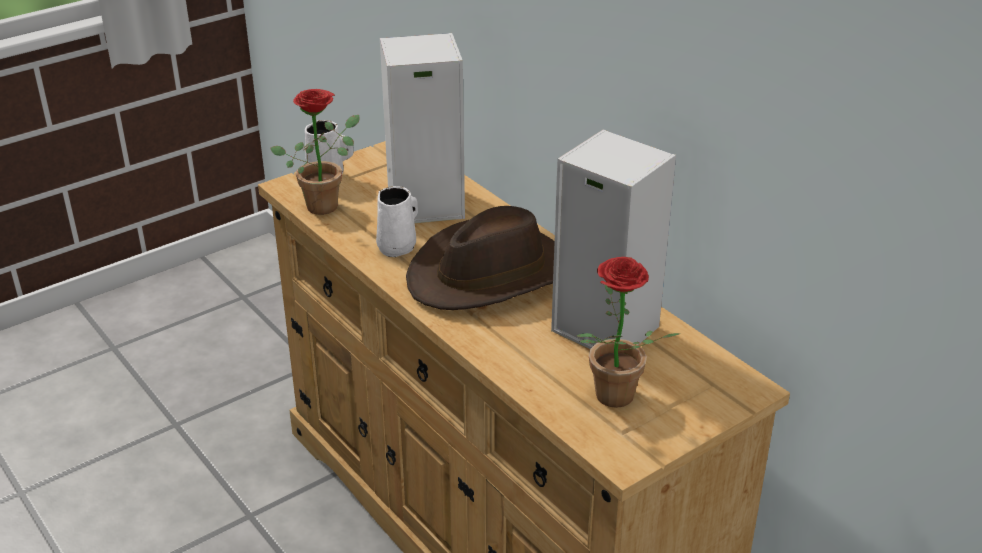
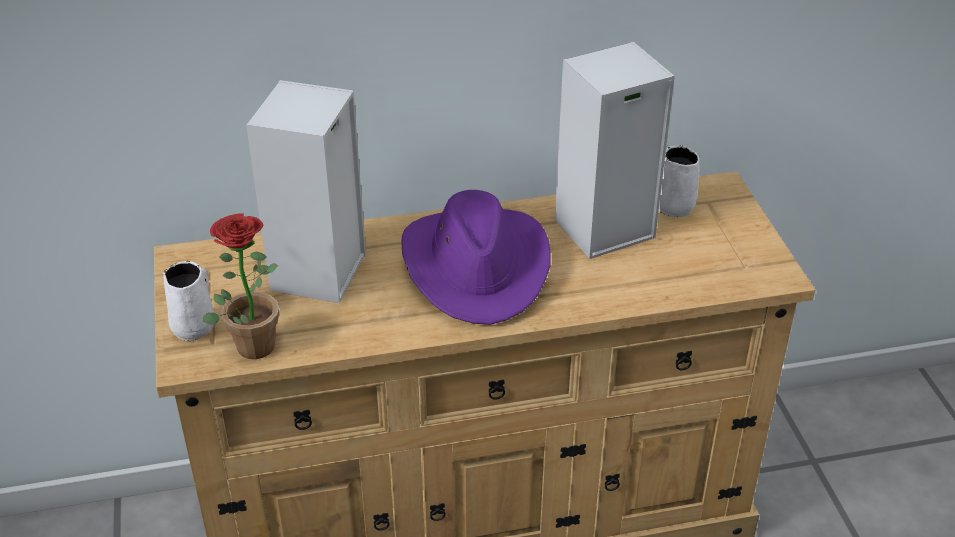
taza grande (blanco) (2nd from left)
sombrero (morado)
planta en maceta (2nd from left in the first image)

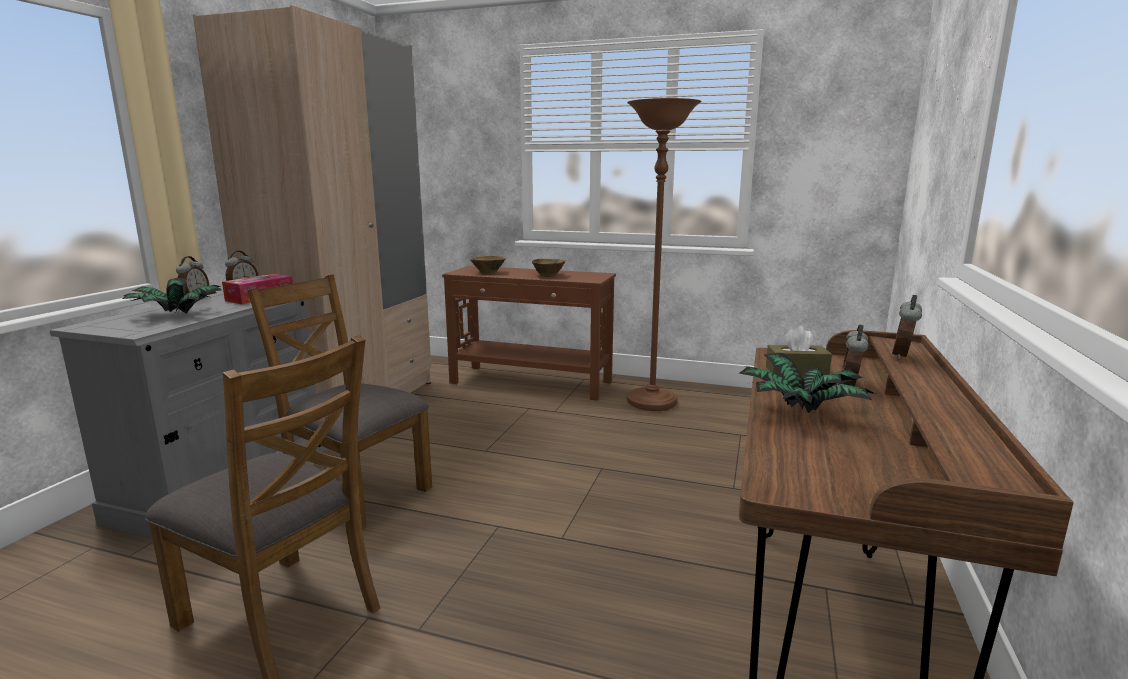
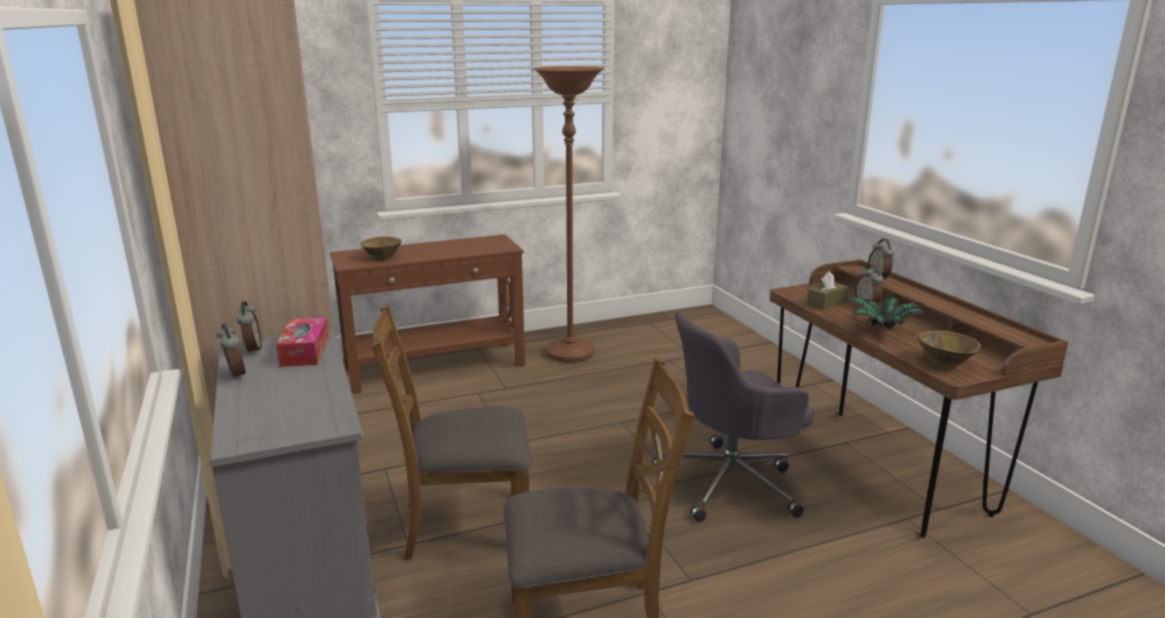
planta en maceta (1st from left in the first image)
cuenco (marrón) (2nd from left)
silla de oficina (gris)

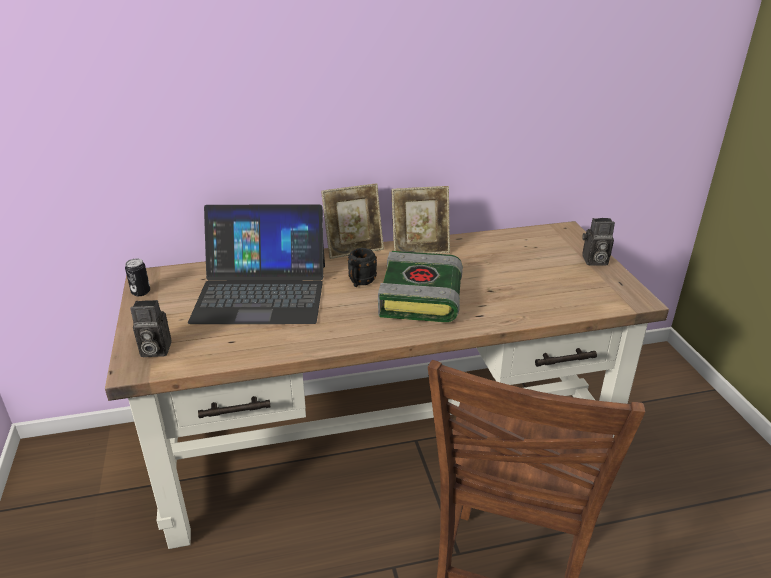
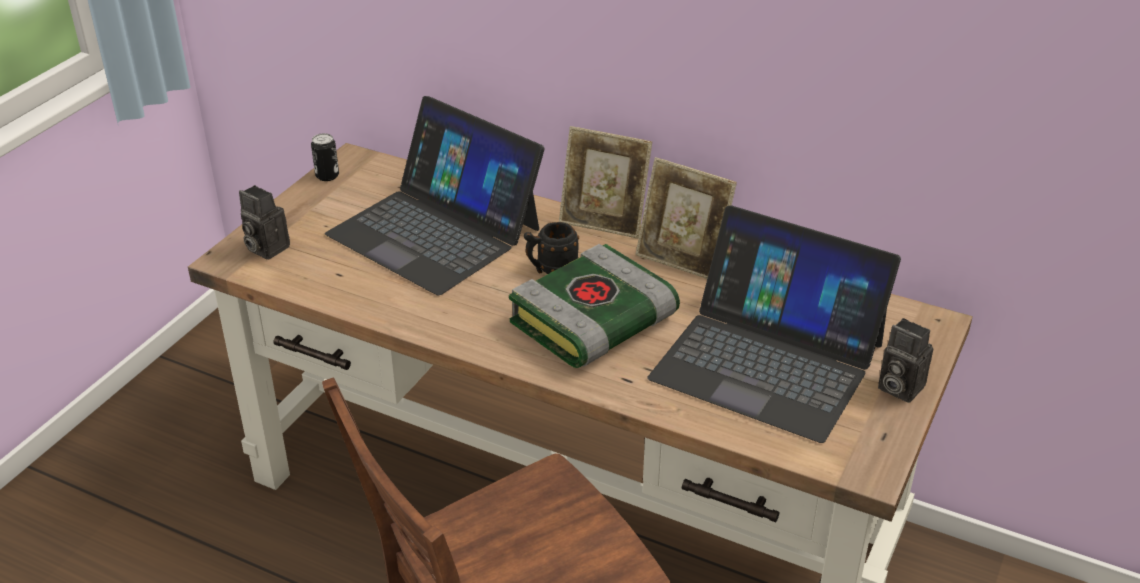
portátil (2nd from left)

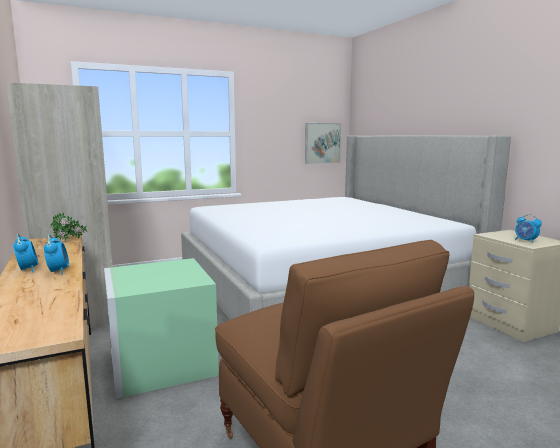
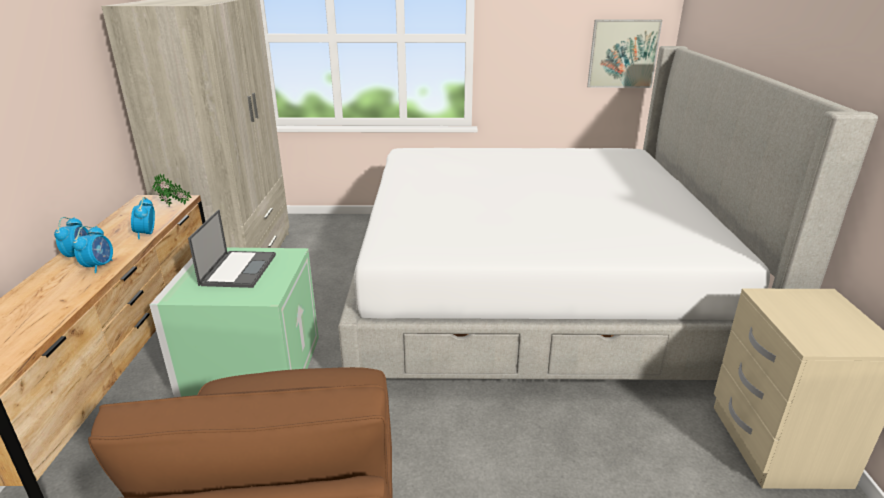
despertador (3rd from left)
portátil

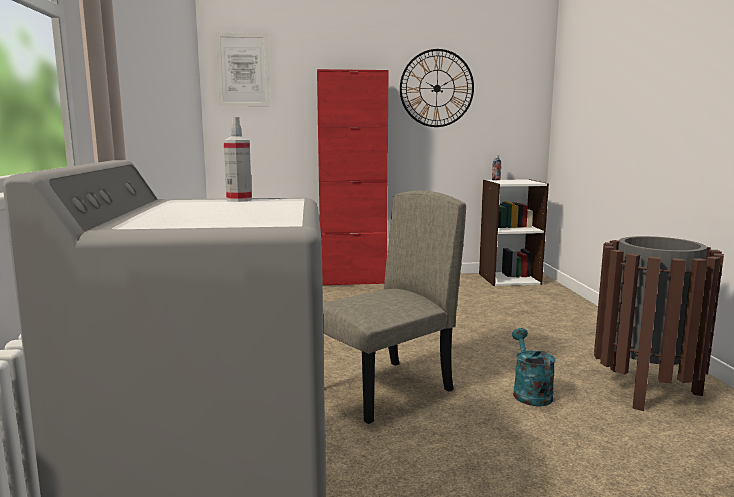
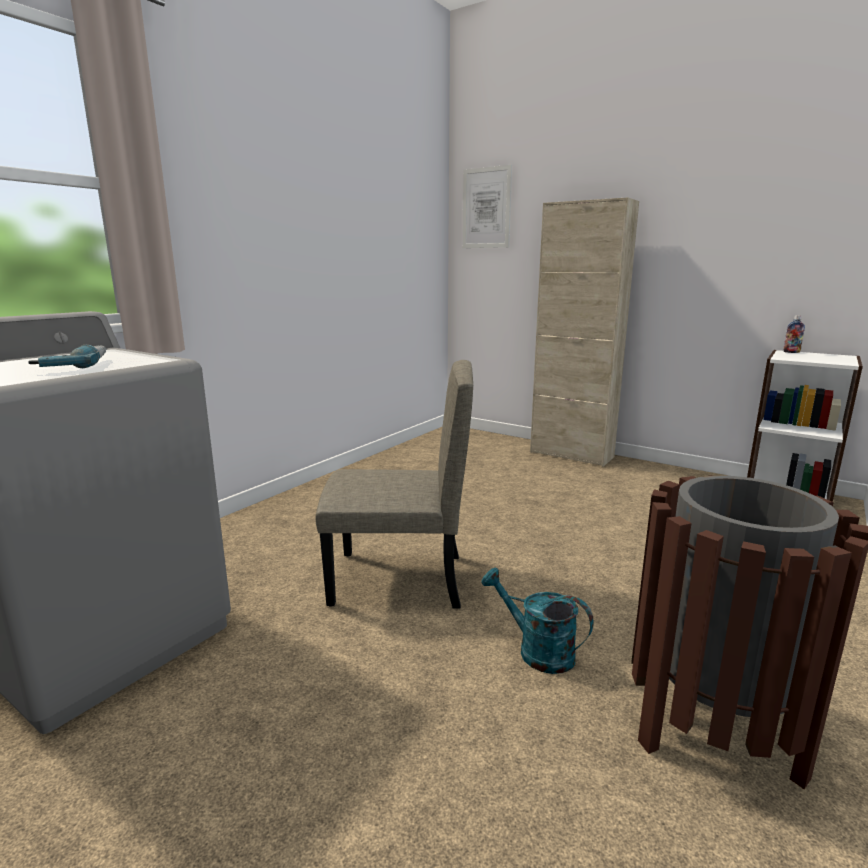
pulverizador
armario (beis)
reloj de pared
regadera (turquesa)
taladro

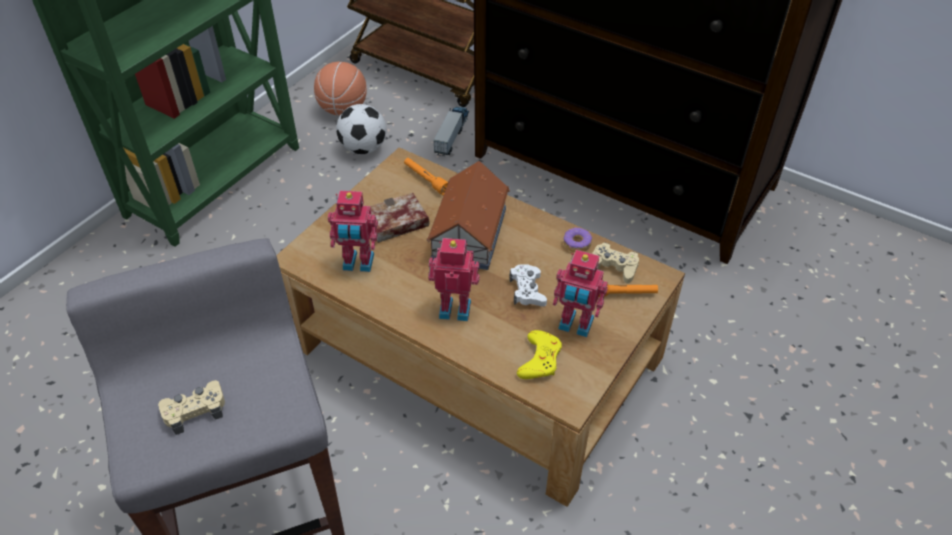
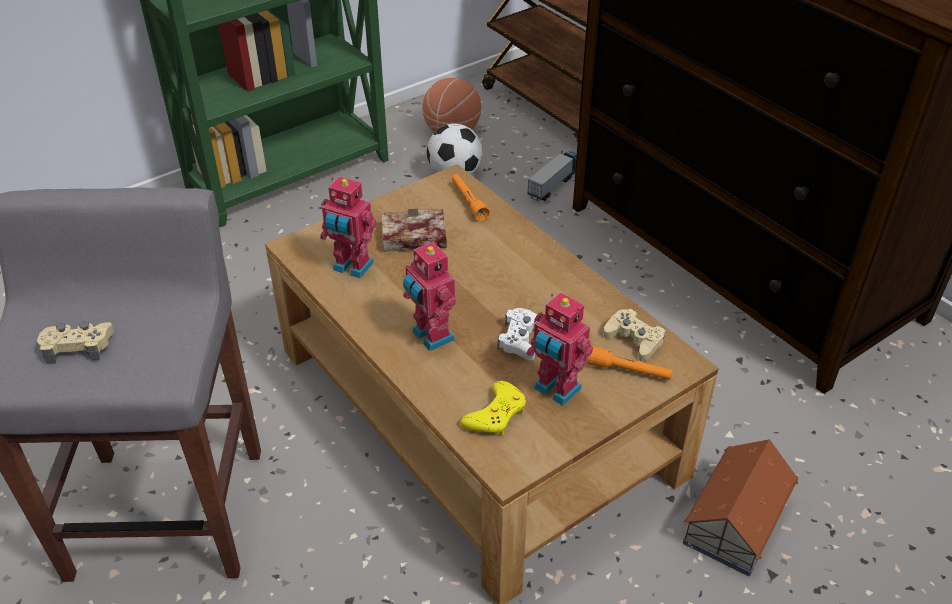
casita
robot de juguete (2nd from left)
rosquilla

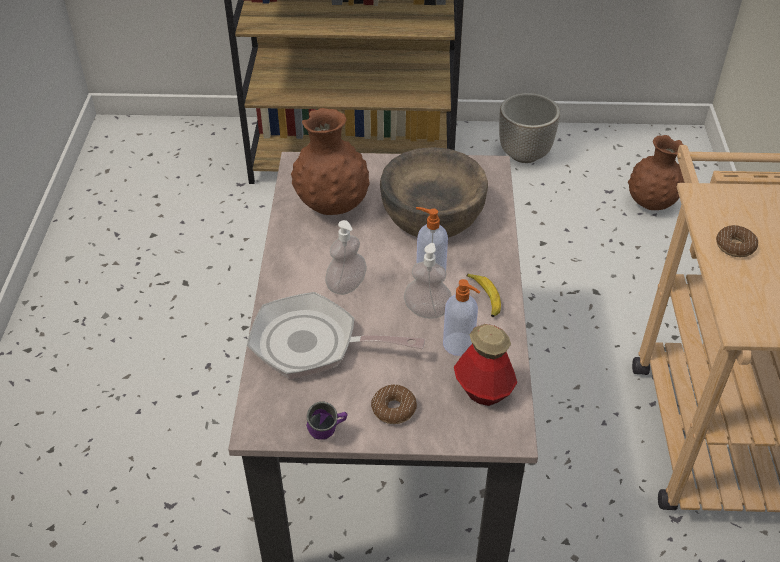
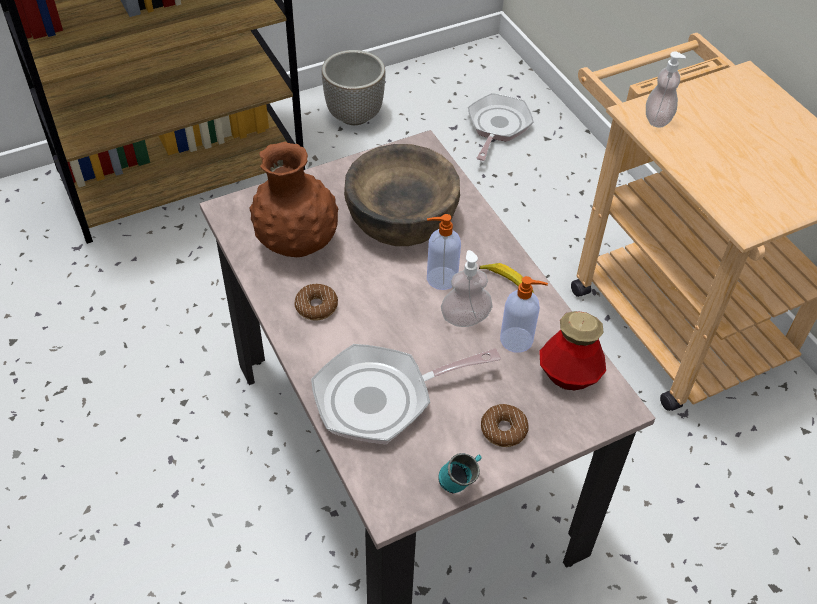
taza grande (turquesa)
dispensador de jabón (4th from left)
sartén (2nd from left)
rosquilla (1st from left)

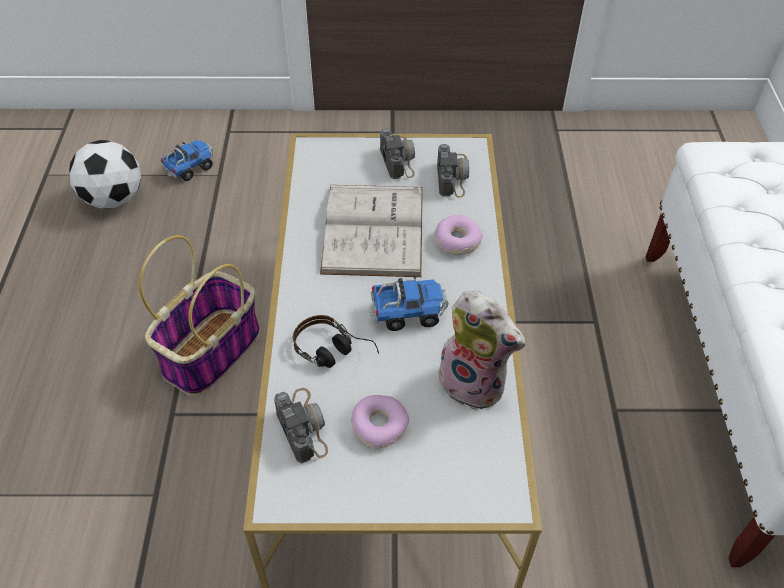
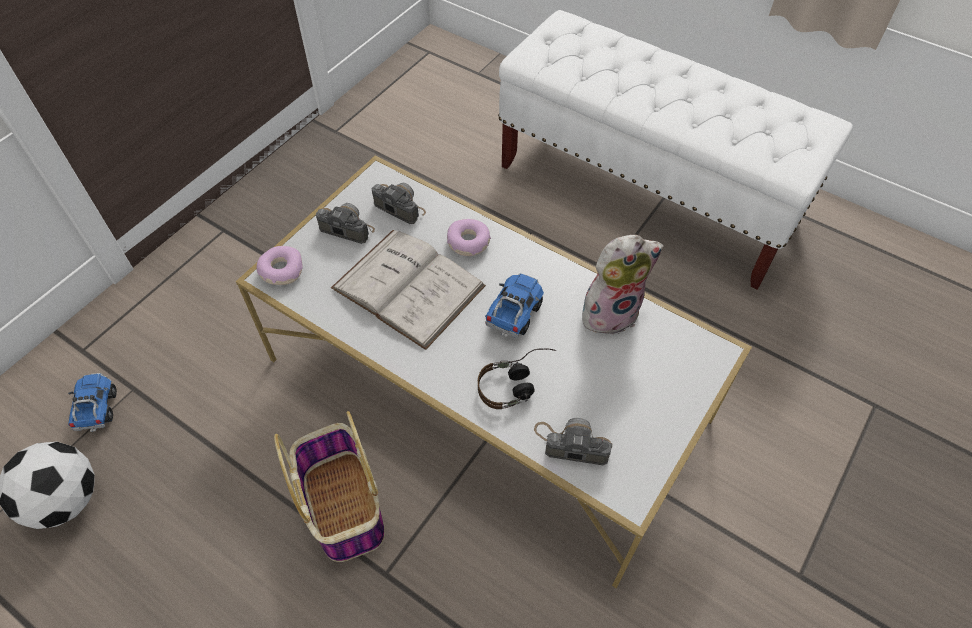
rosquilla (1st from left)

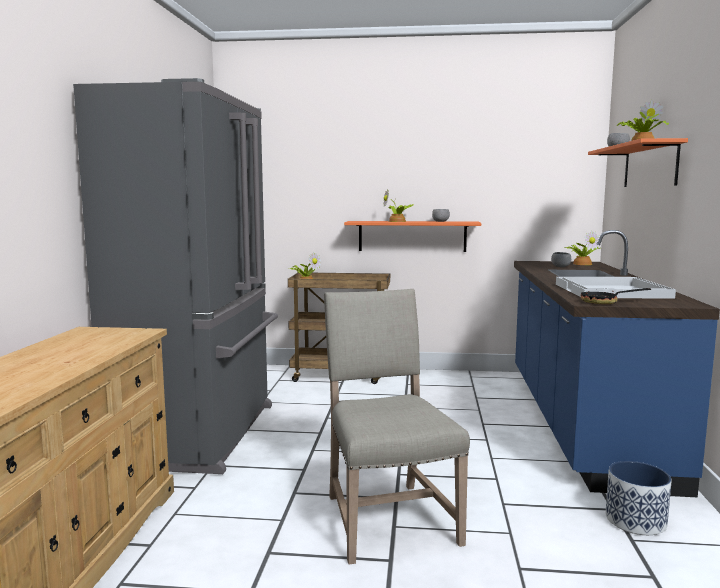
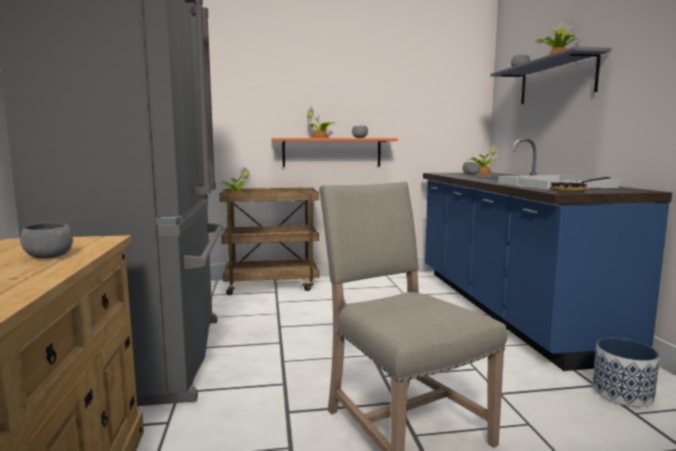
estante (gris)
cuenco (gris) (1st from left)

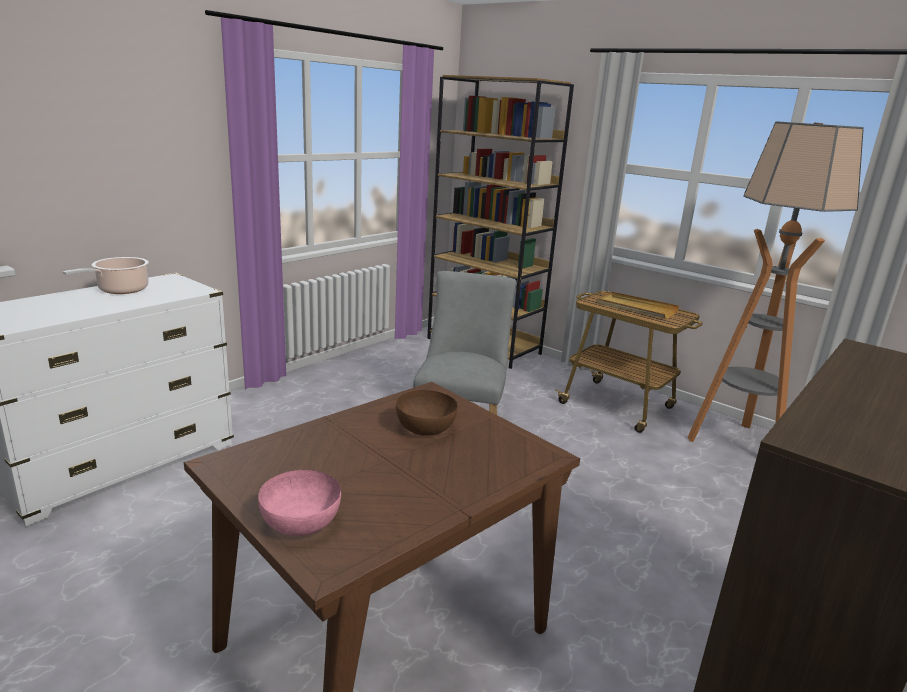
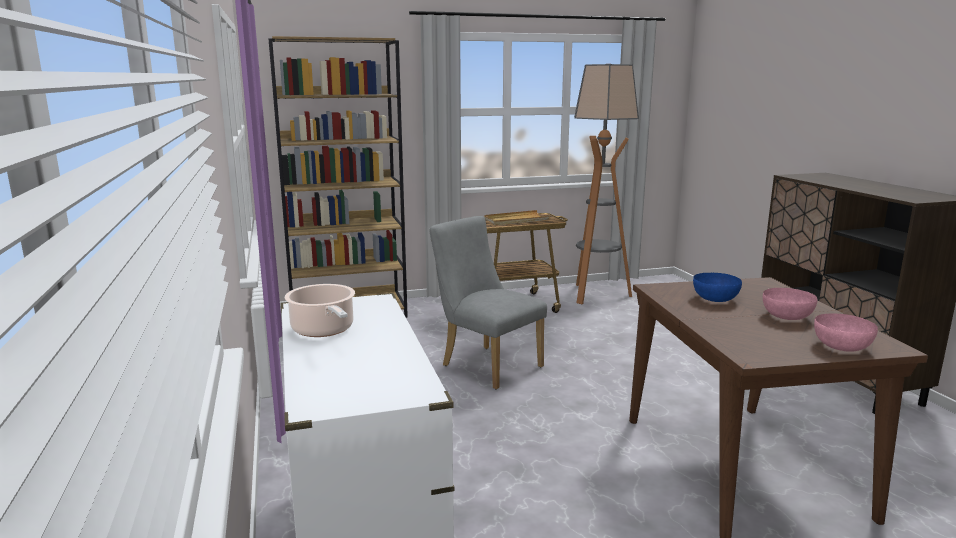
cuenco (azul)
cuenco (rosa) (1st from left)

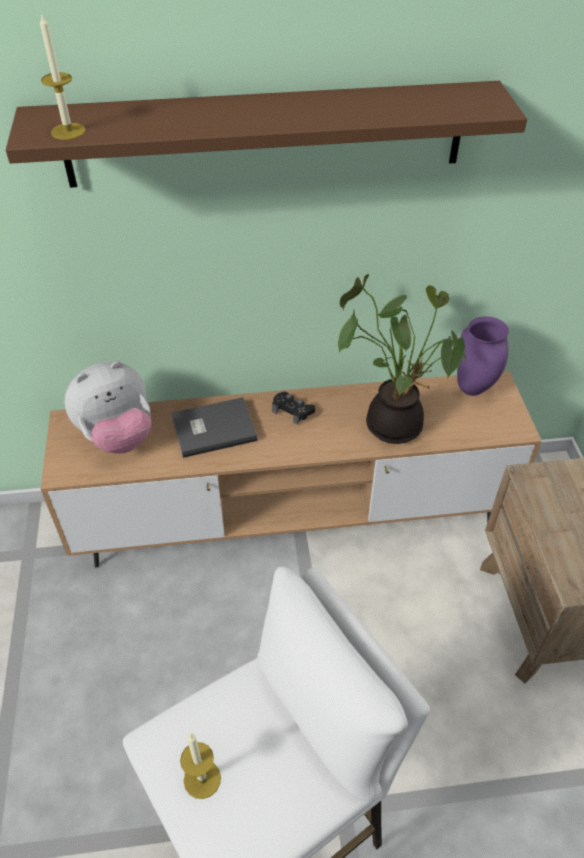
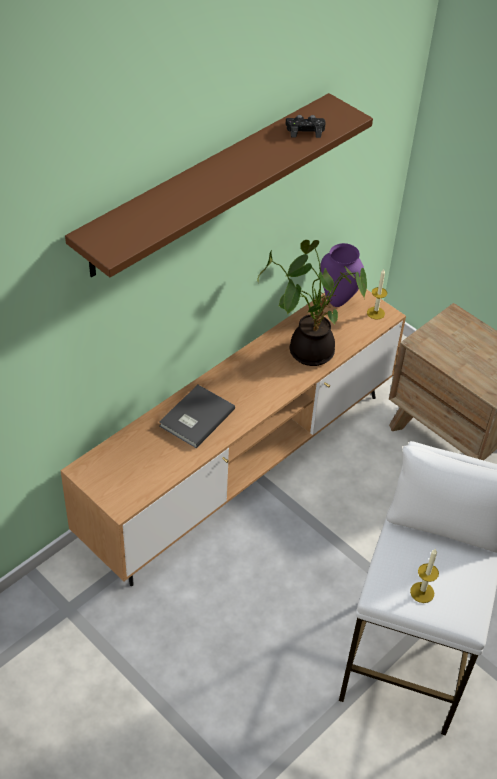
vela (1st from left)
peluche
mando de consola (negro)

